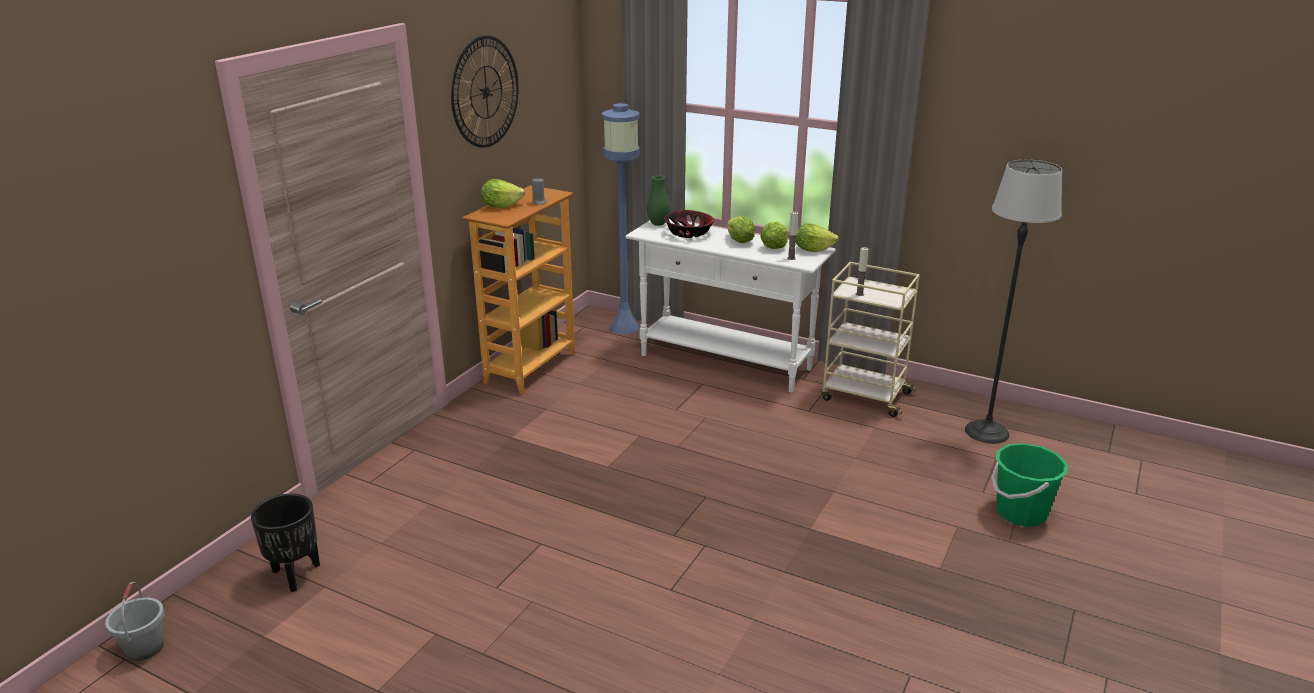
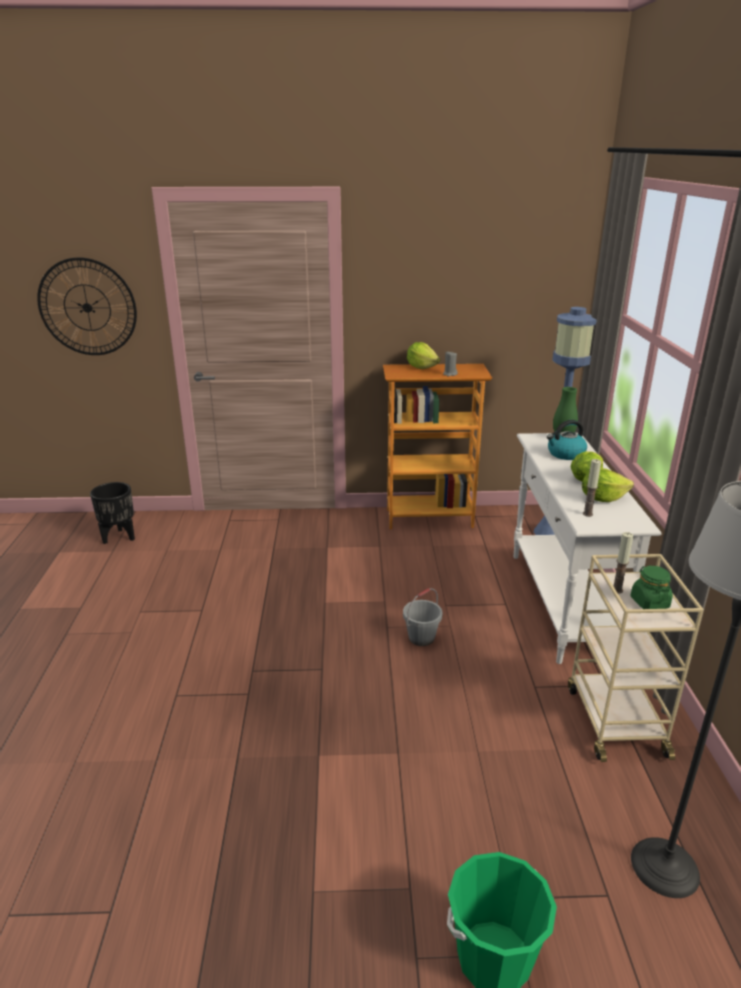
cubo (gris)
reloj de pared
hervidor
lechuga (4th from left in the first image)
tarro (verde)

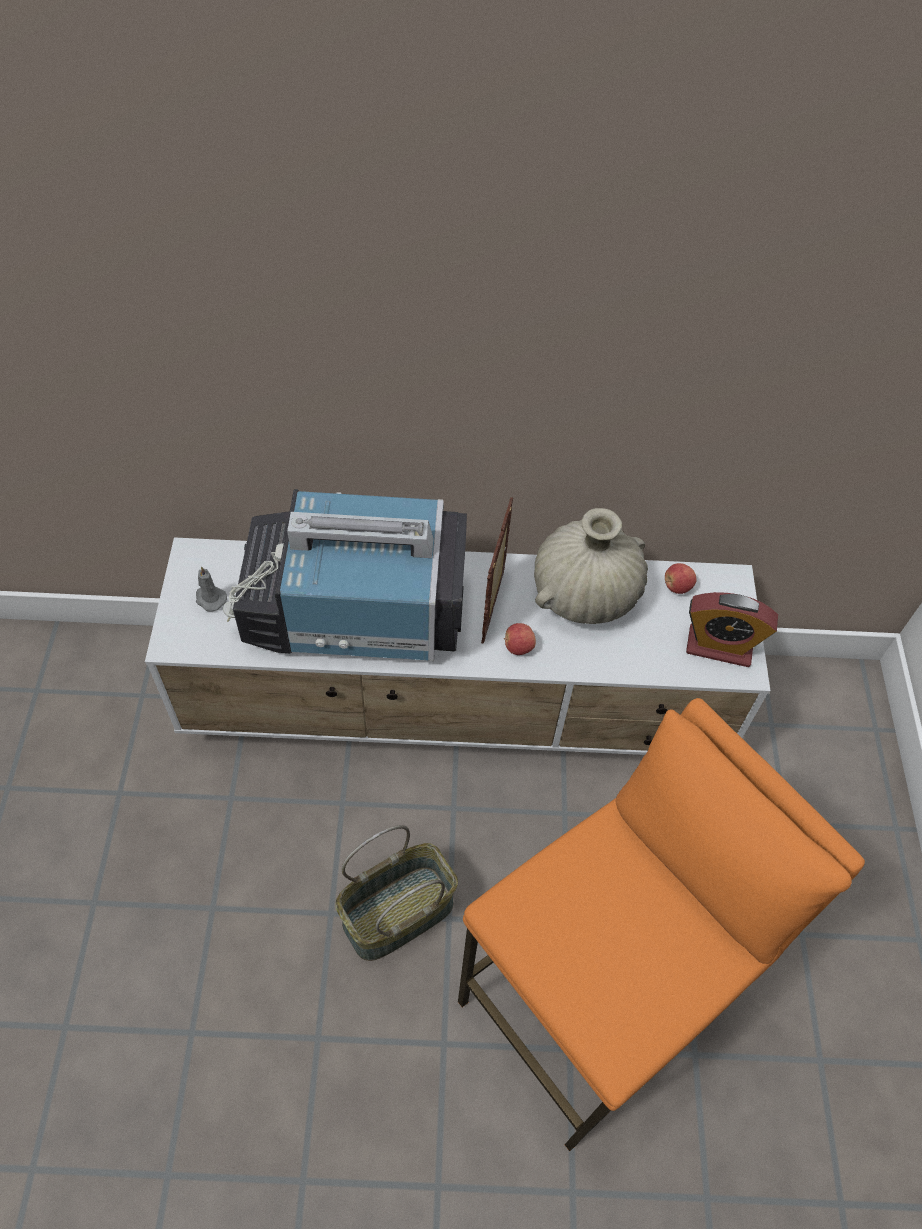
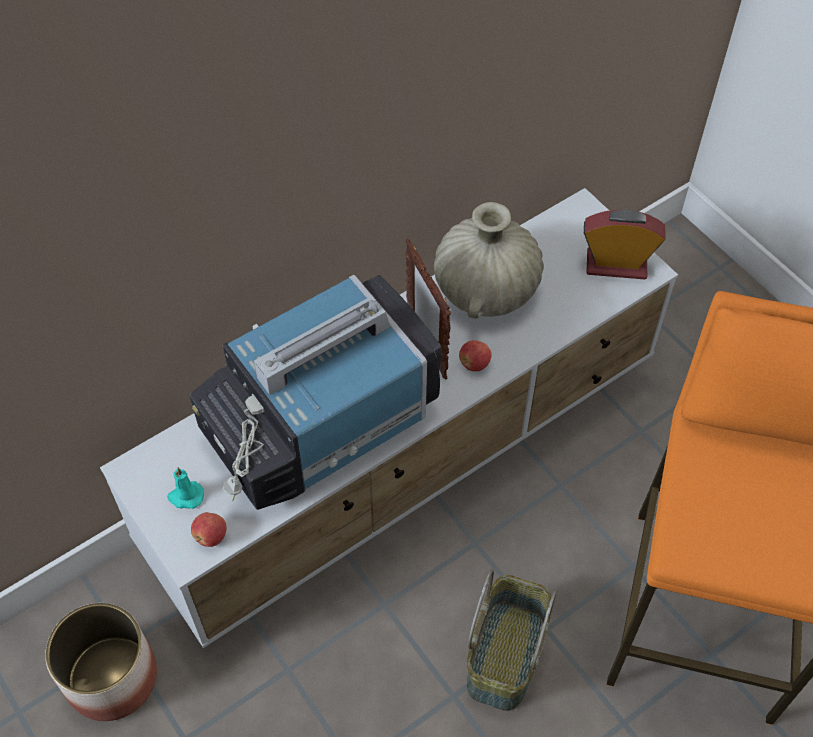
vela (turquesa)
manzana (1st from left)
despertador
maceta

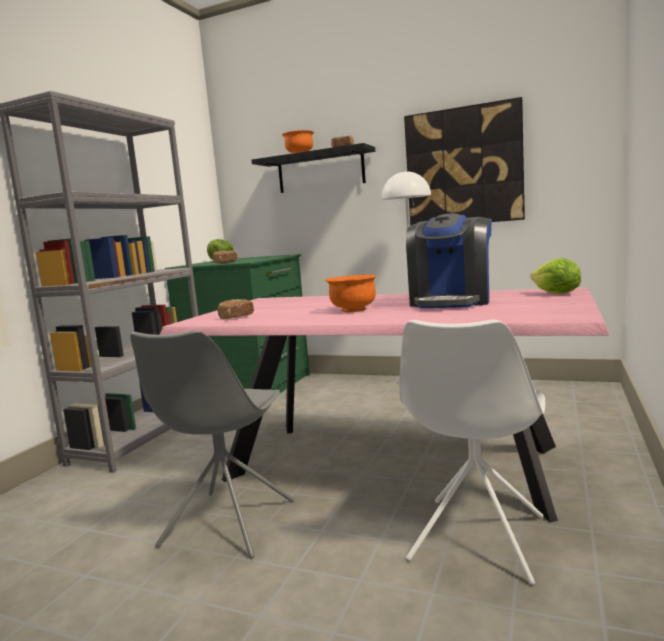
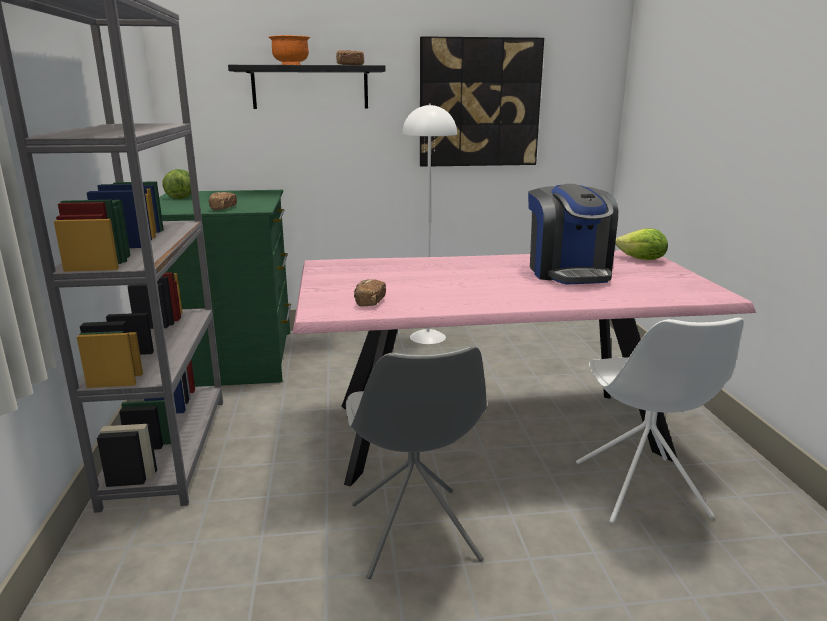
cuenco (naranja) (2nd from left in the first image)

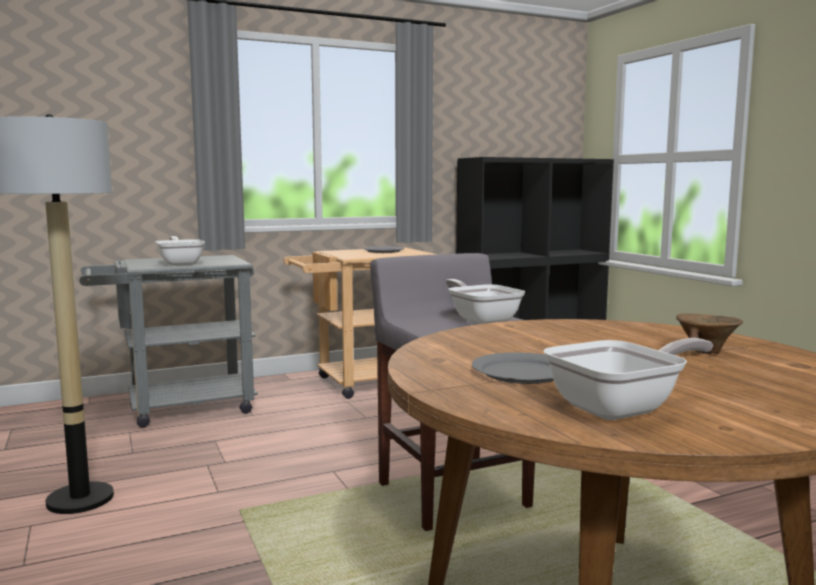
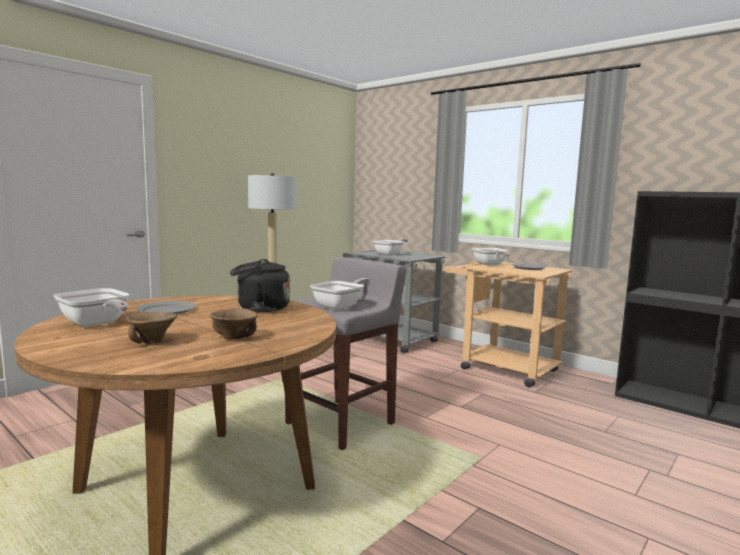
cuenco (marrón) (1st from left)
hervidor (negro)
sartén (4th from left)

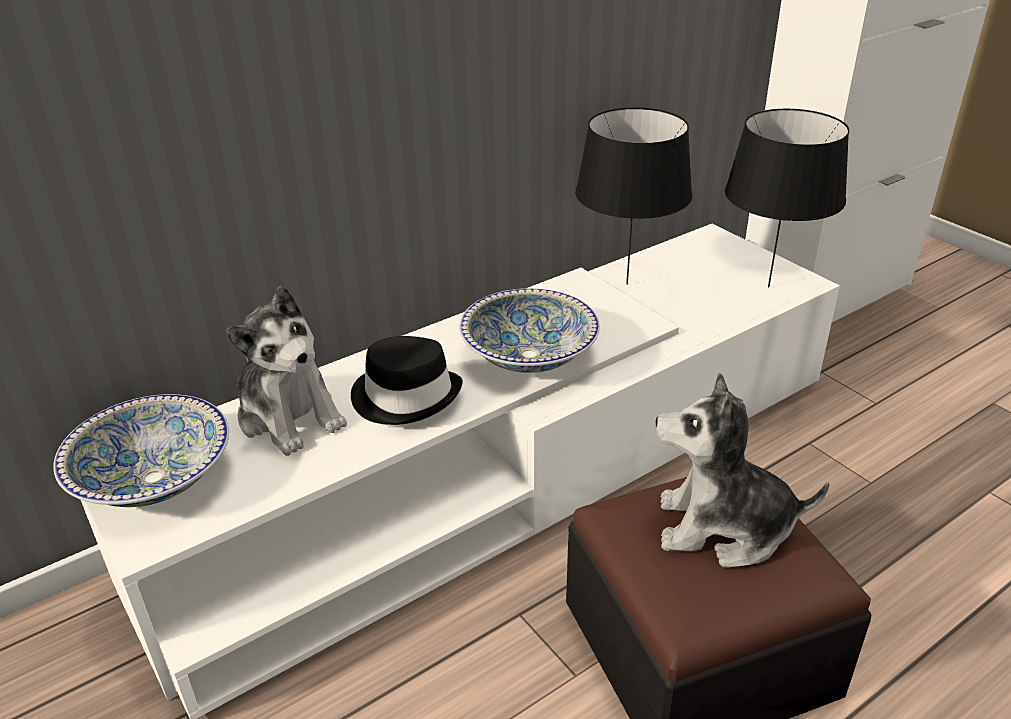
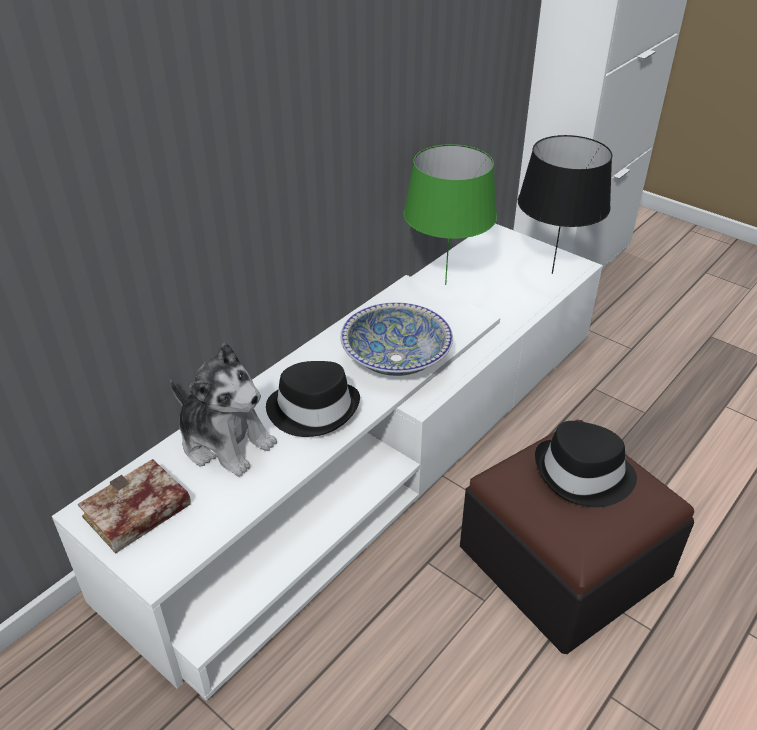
libro
lámpara de mesa (verde)
sombrero (negro) (2nd from left)

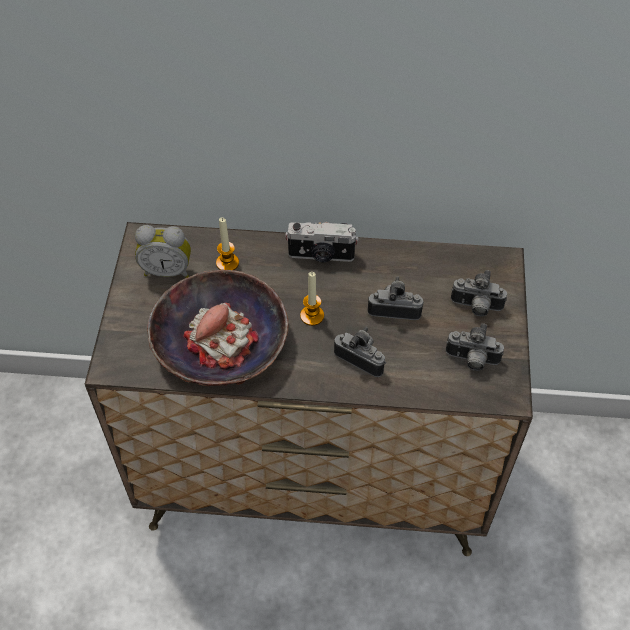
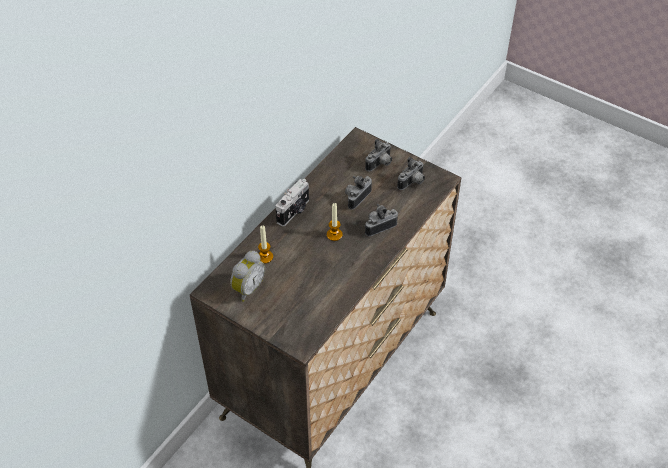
cuenco

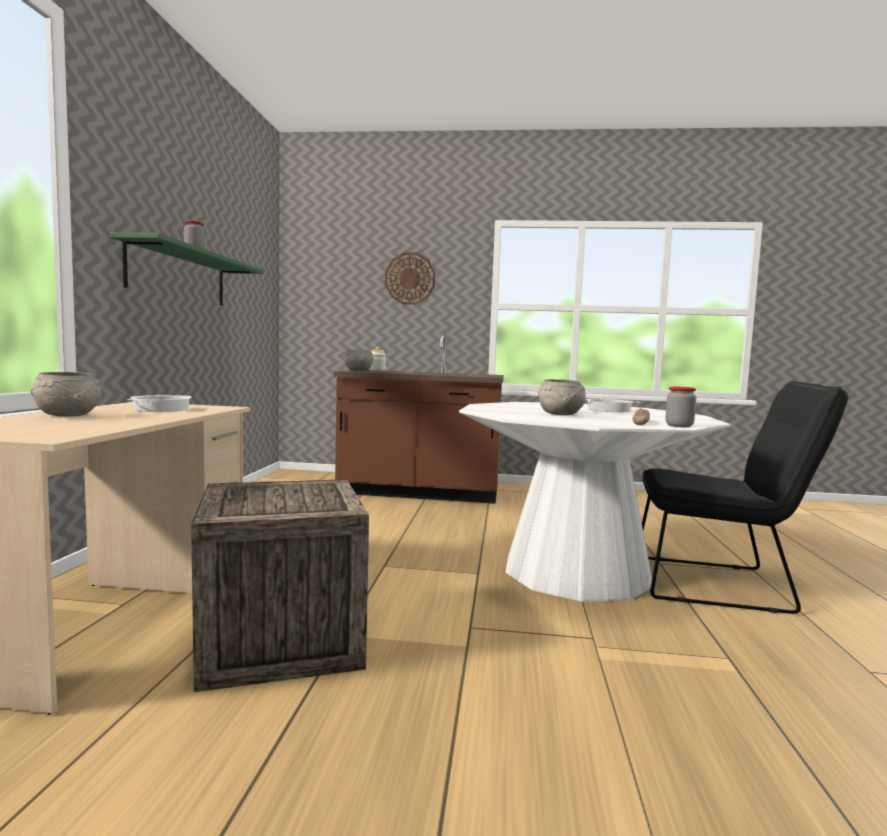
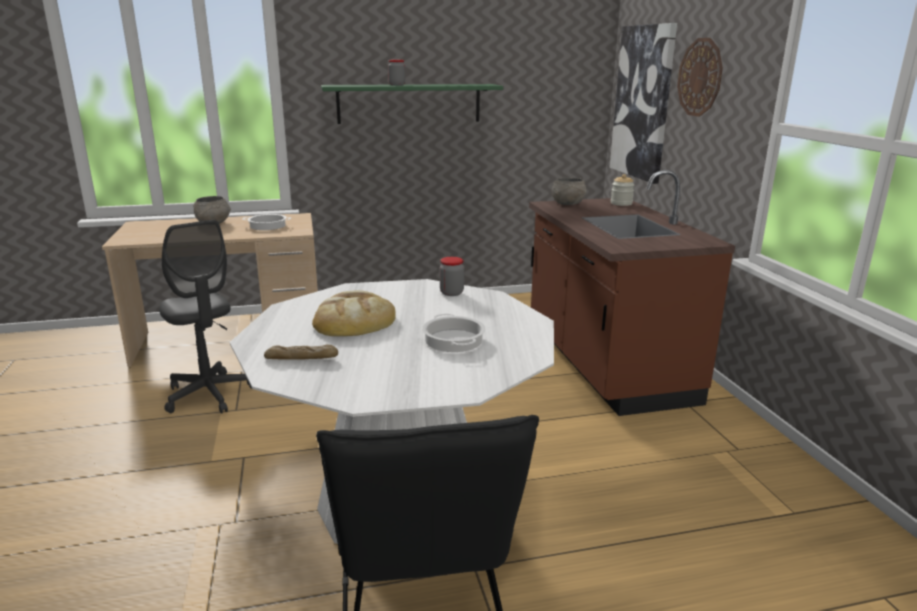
silla de oficina (gris)
pan (2nd from left)
tarro (2nd from left)
cuadro

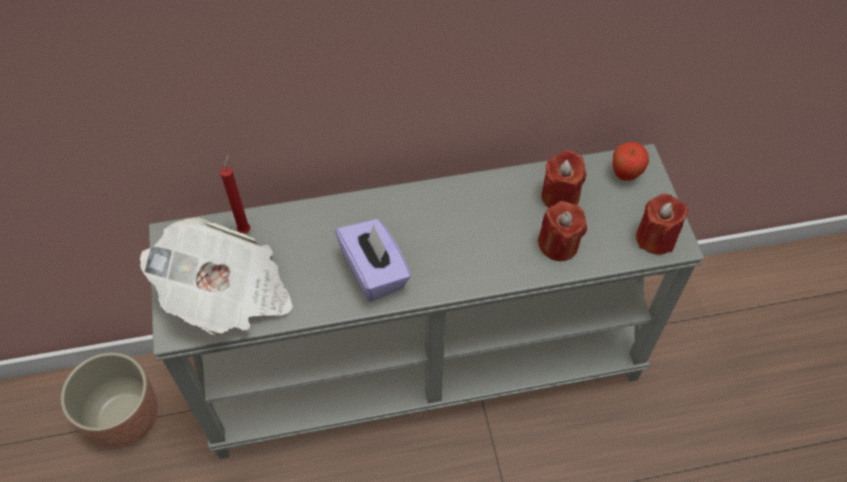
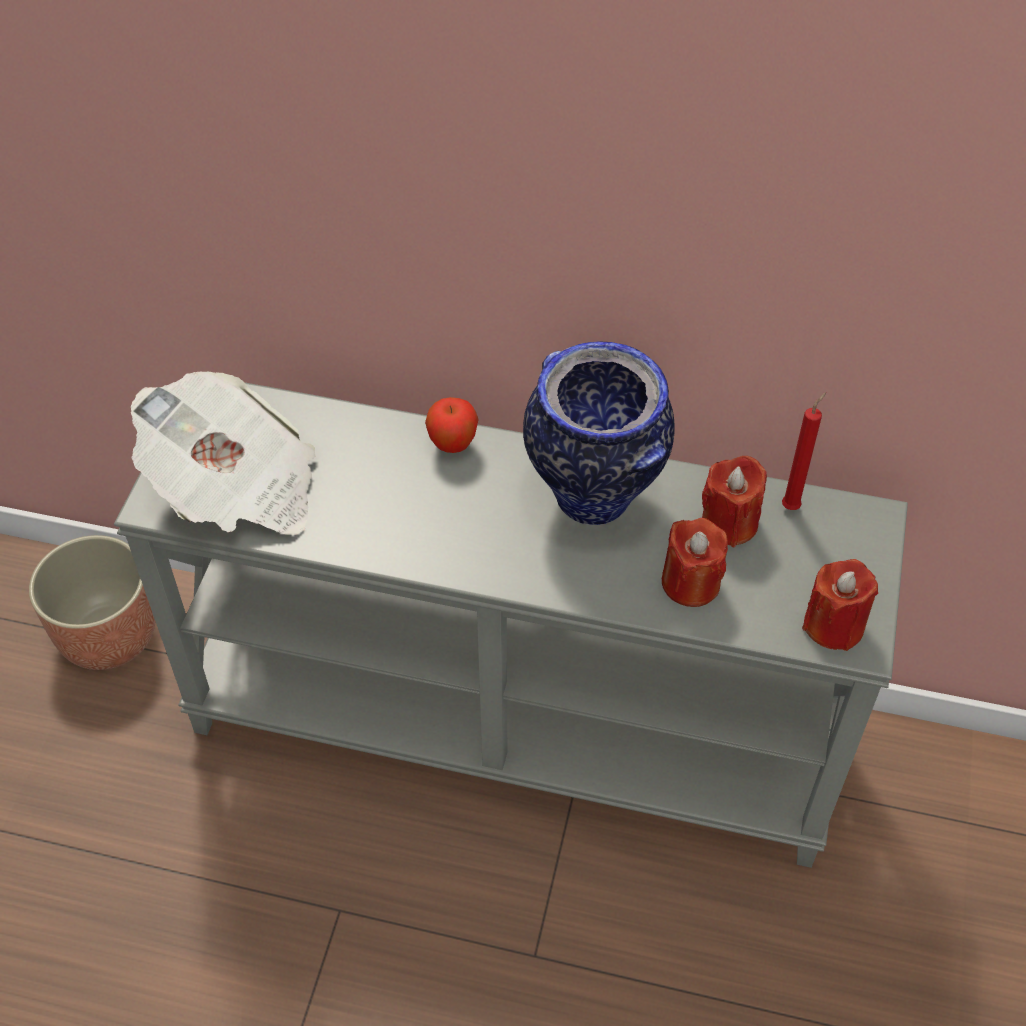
vela (rojo) (3rd from left)
caja de pañuelos (morado)
manzana
florero

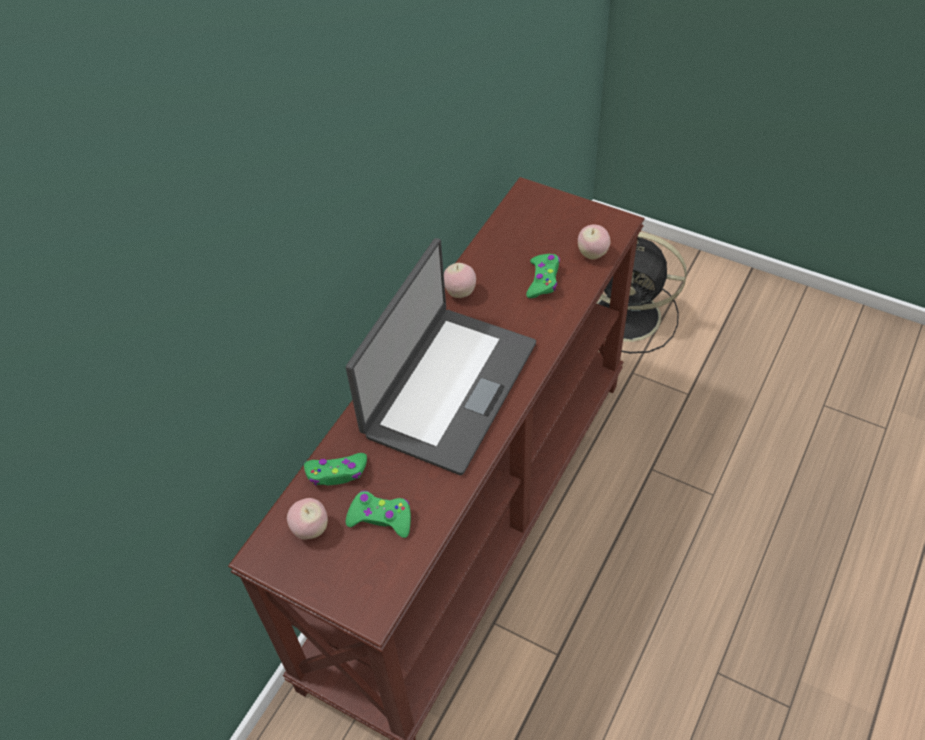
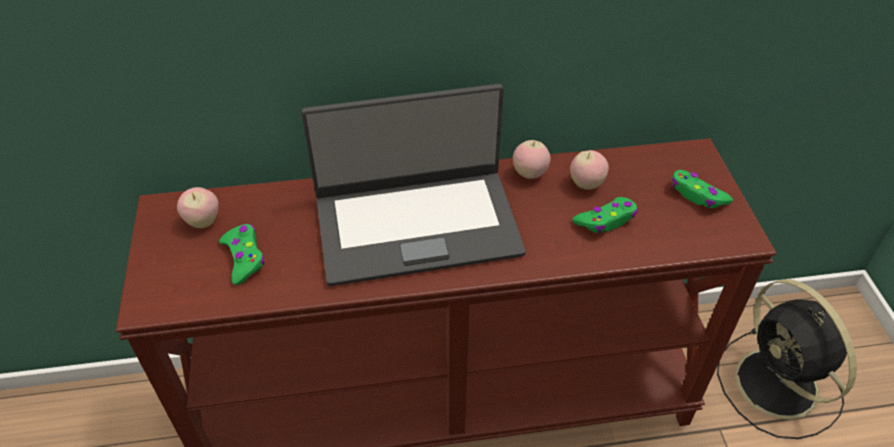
mando de consola (verde) (3rd from left)
manzana (3rd from left)

